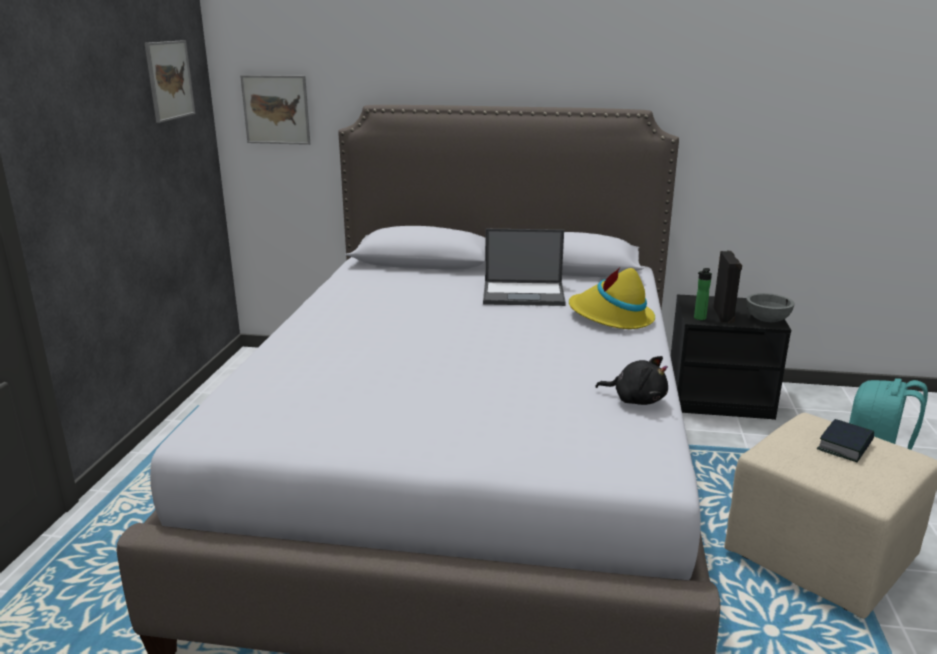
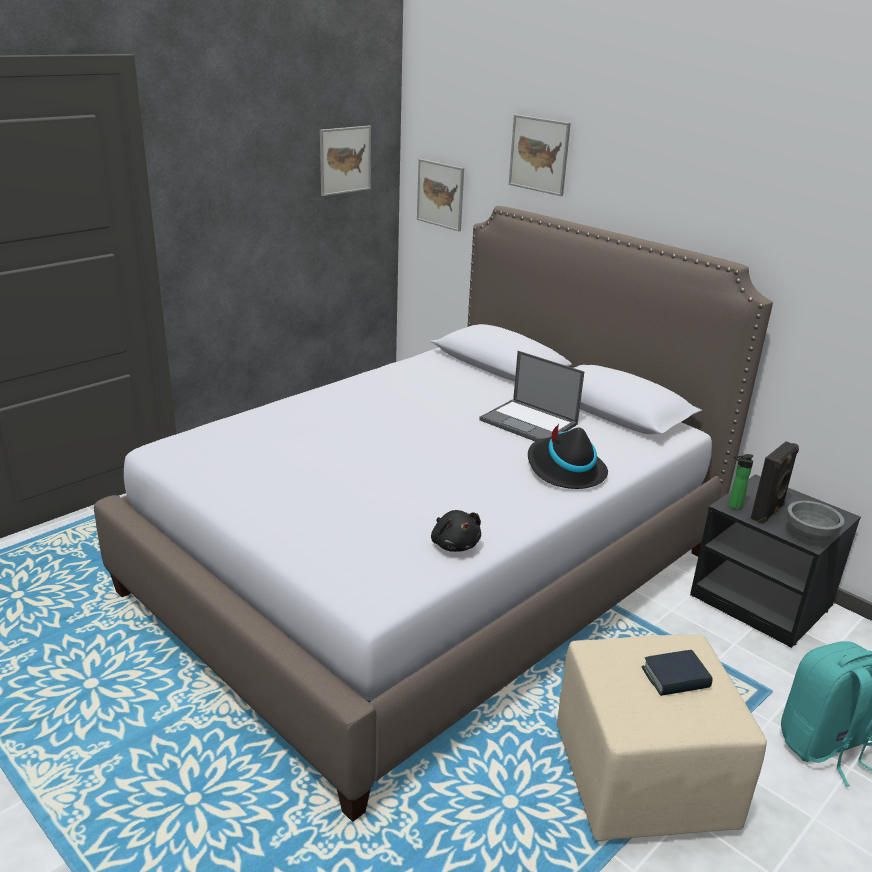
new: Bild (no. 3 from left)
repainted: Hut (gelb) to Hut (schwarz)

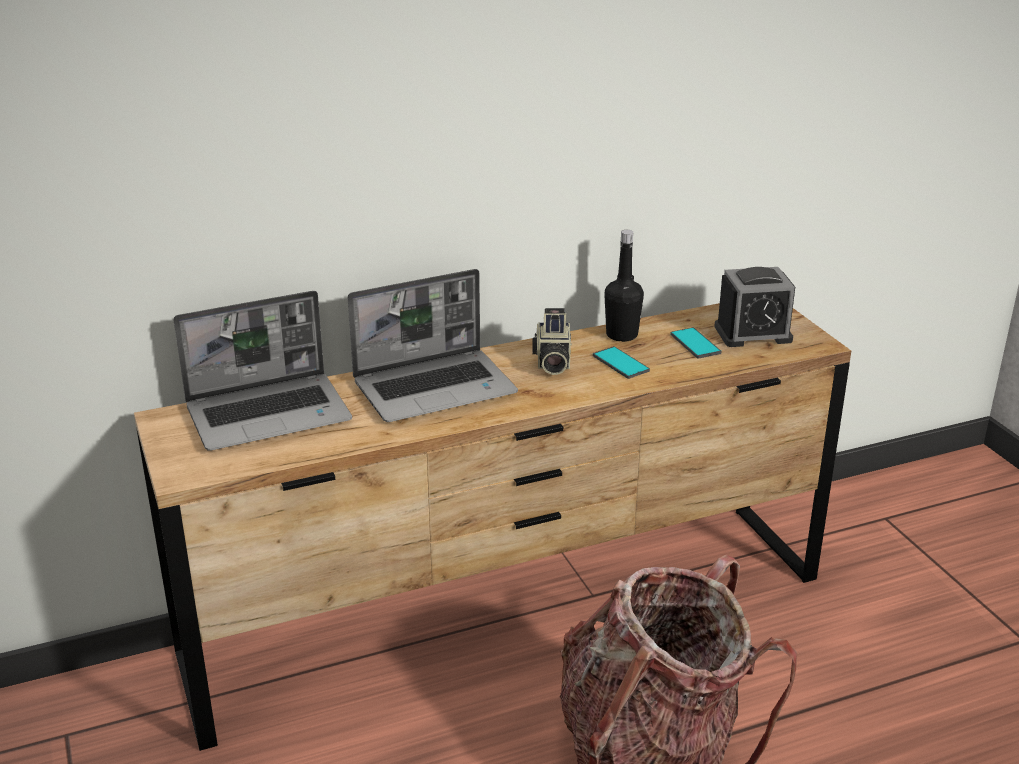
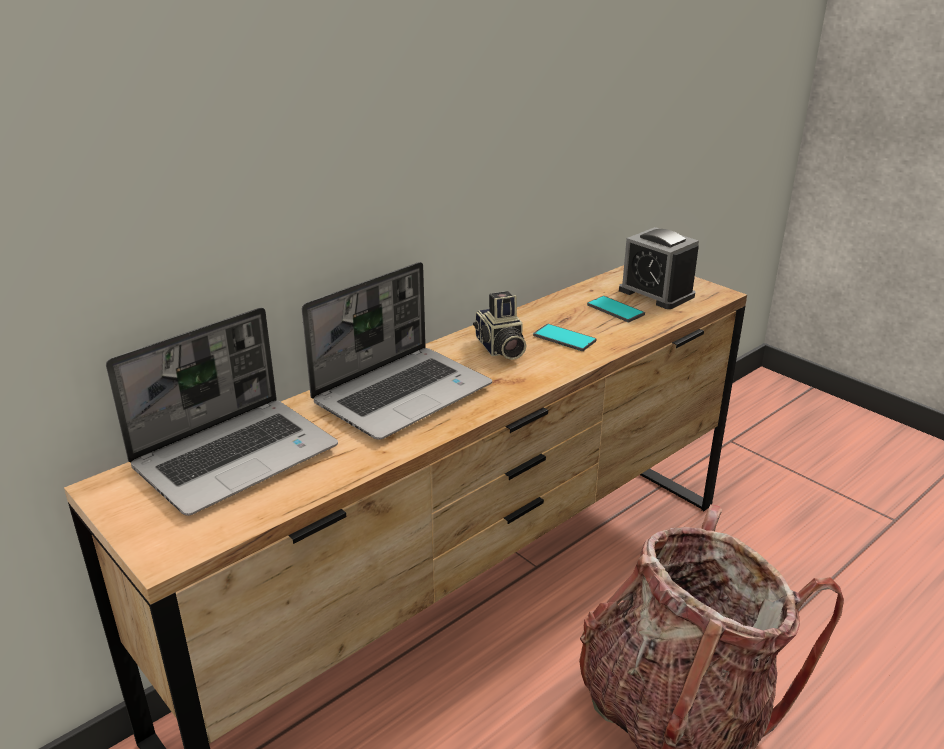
gone: Flasche (schwarz)
rotated: Wecker 75 degrees clockwise

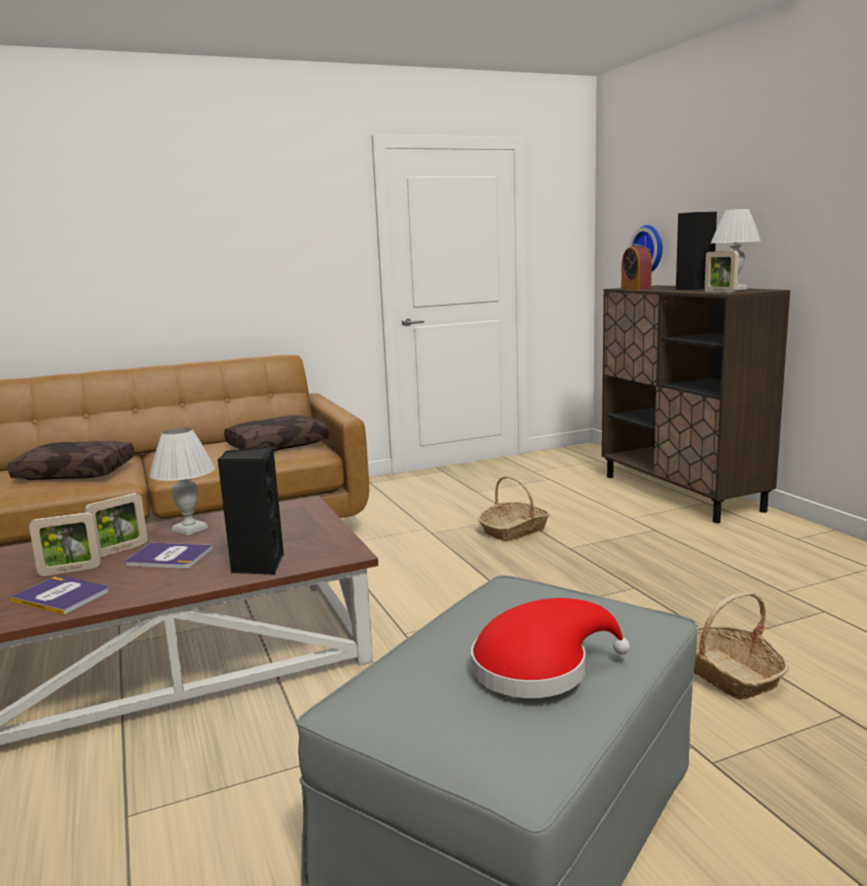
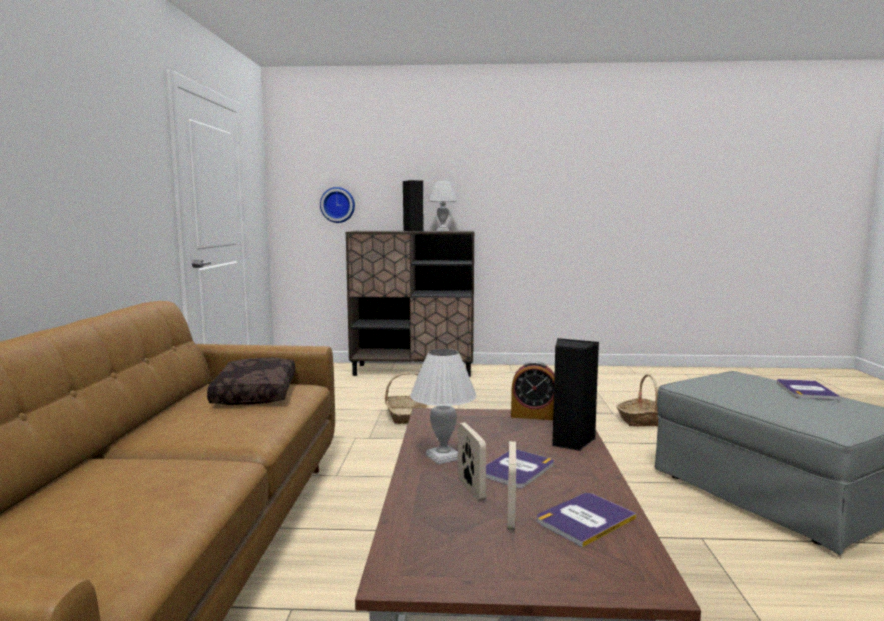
gone: Kissen (braun) (no. 1 from left); Bilderrahmen (no. 3 from left)
shifted: Wecker
swapped: Hut (rot) to Buch (no. 3 from left)

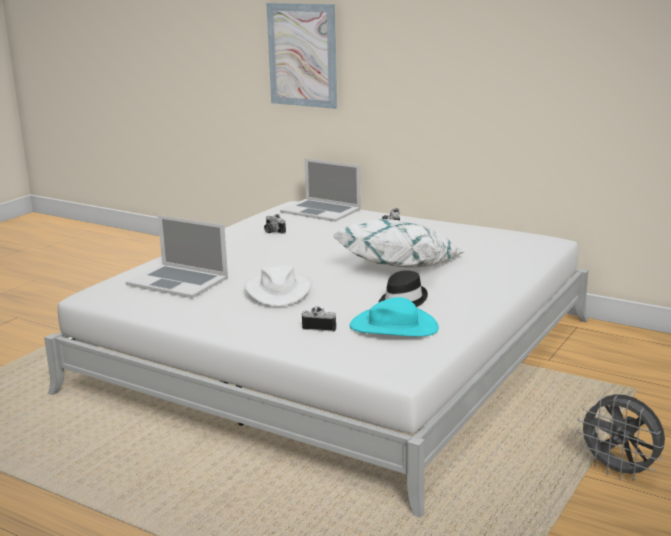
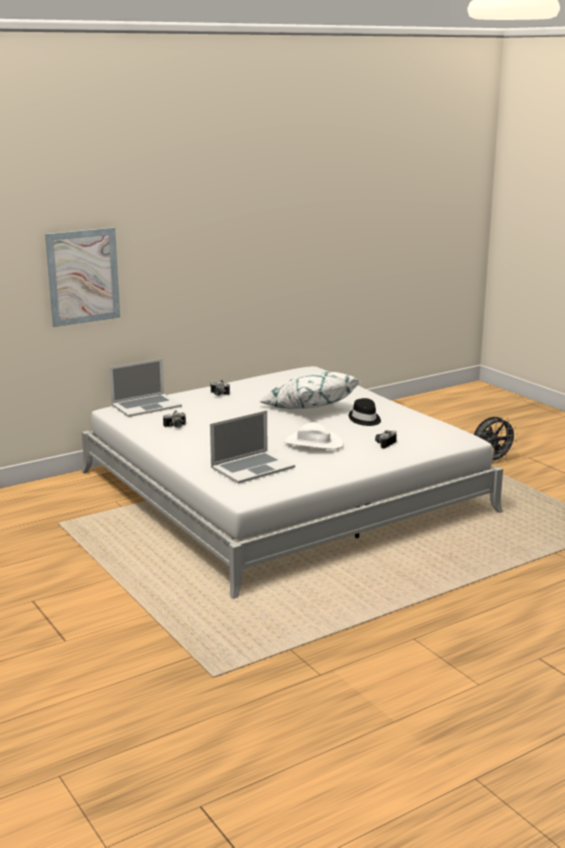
gone: Hut (türkis)

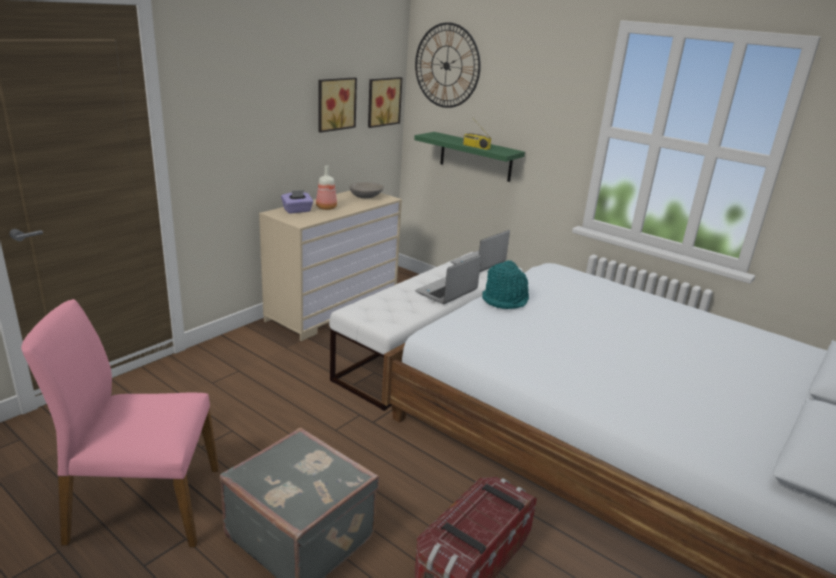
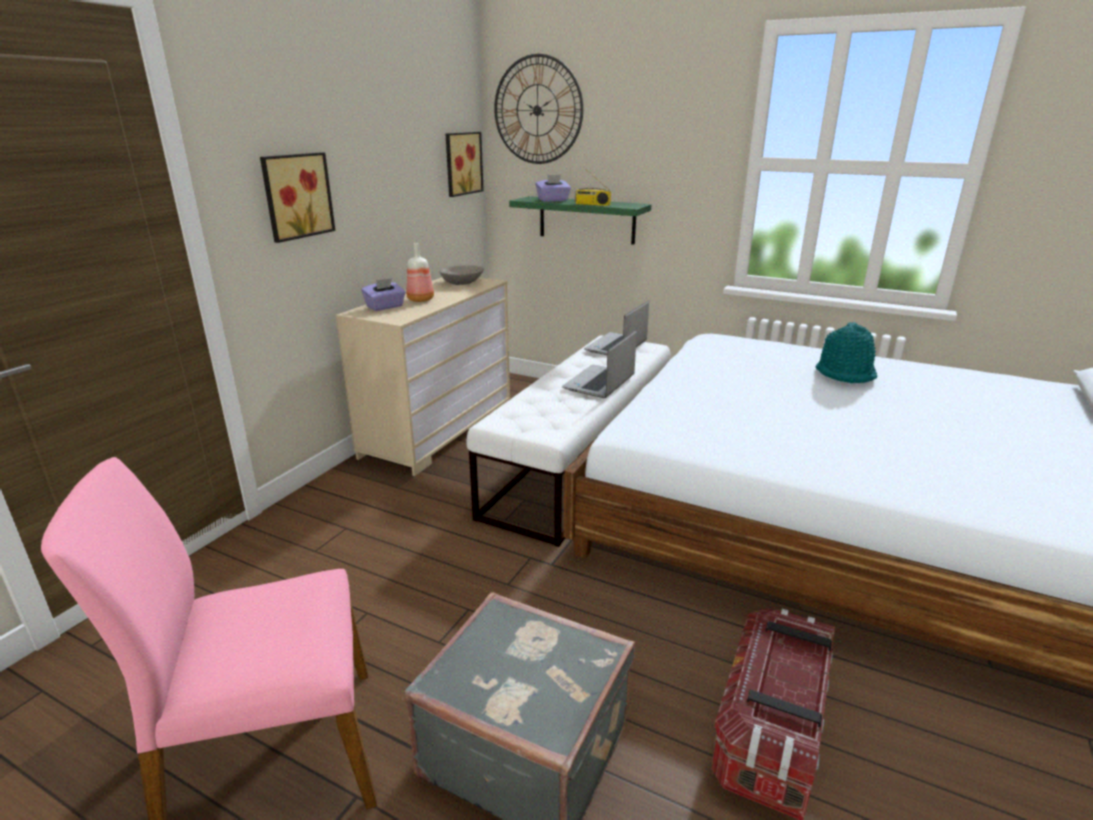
new: Taschentuchbox (lila) (no. 2 from left)
shifted: Bild (no. 1 from left); Hut (türkis)

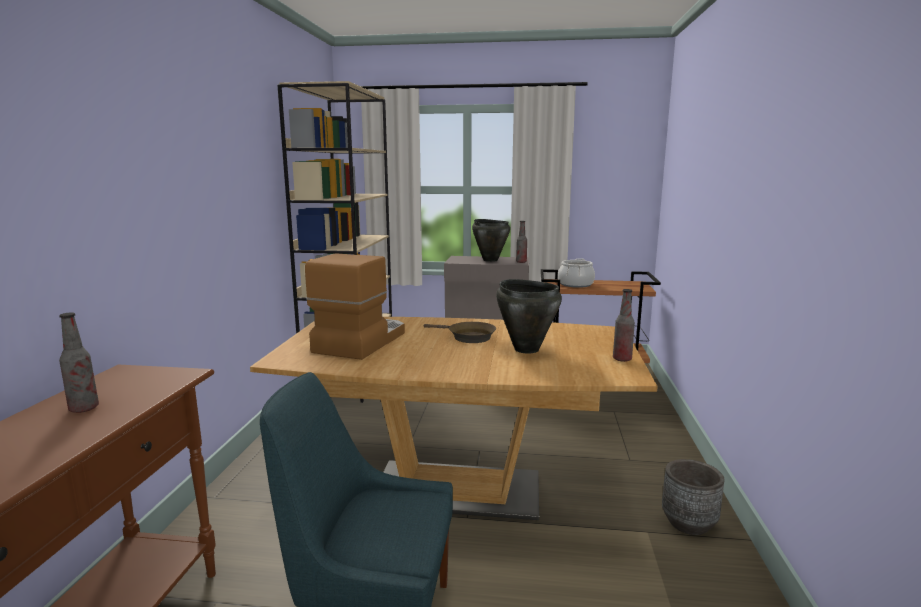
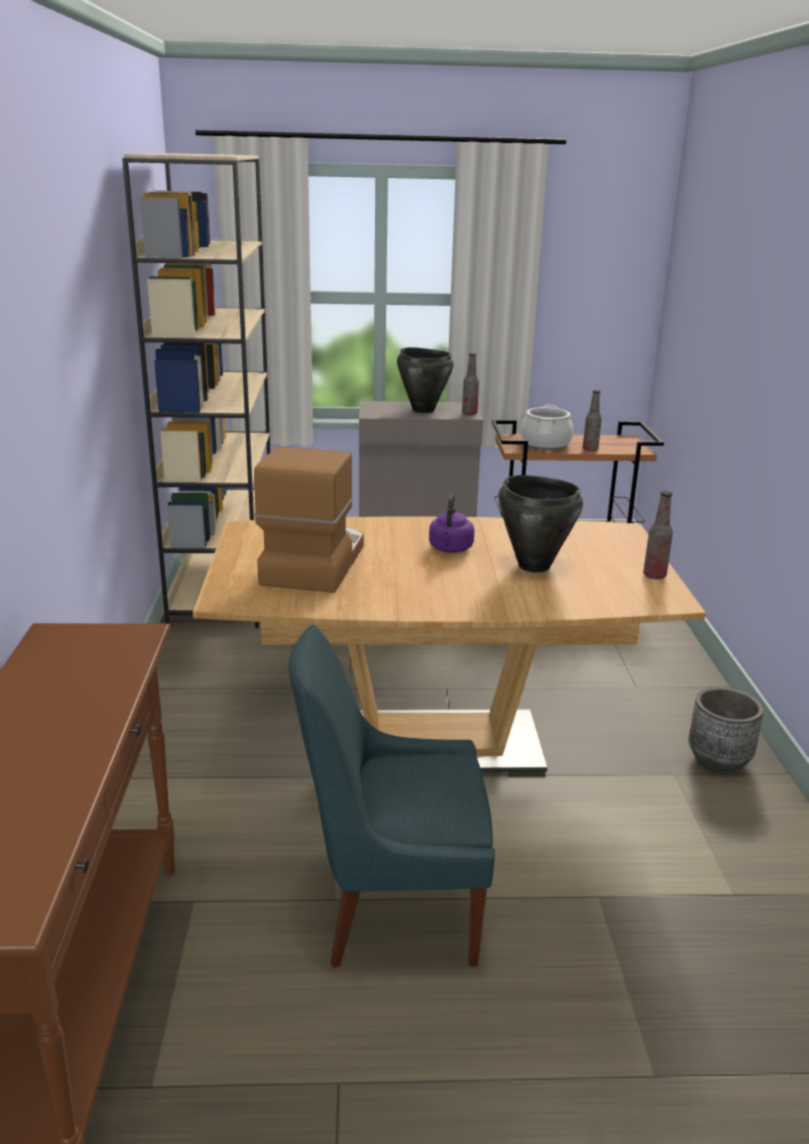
shifted: Flasche (no. 1 from left in the first image) to Flasche (no. 2 from left)
swapped: Pfanne (braun) to Wasserkessel (lila)

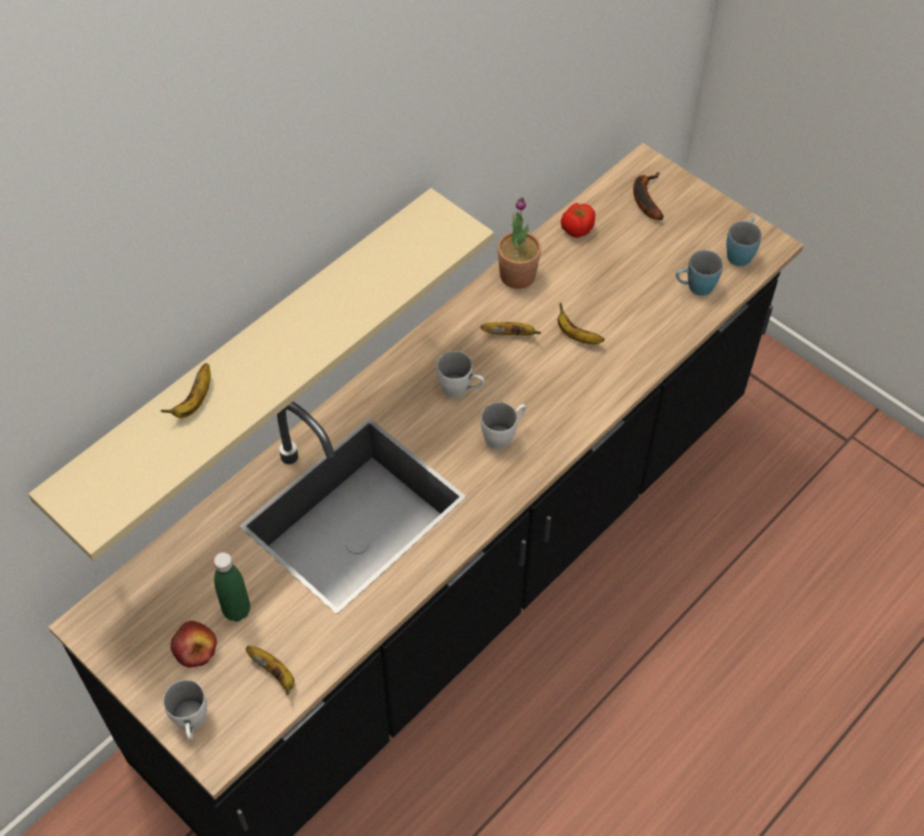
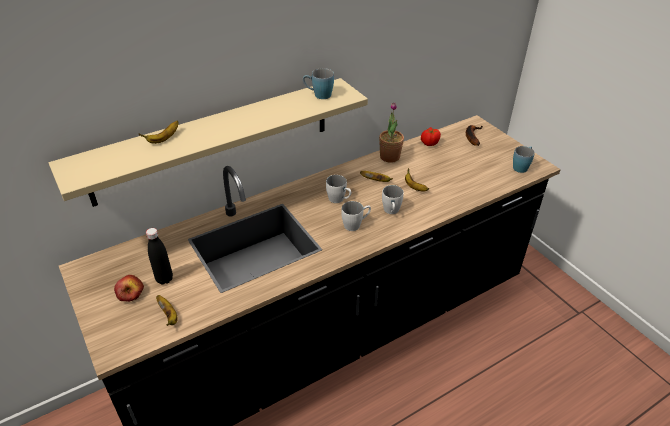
shifted: Henkelbecher (weiß) (no. 1 from left in the first image) to Henkelbecher (weiß) (no. 3 from left); Henkelbecher (blau) (no. 1 from left)
repainted: Flasche (grün) to Flasche (schwarz)

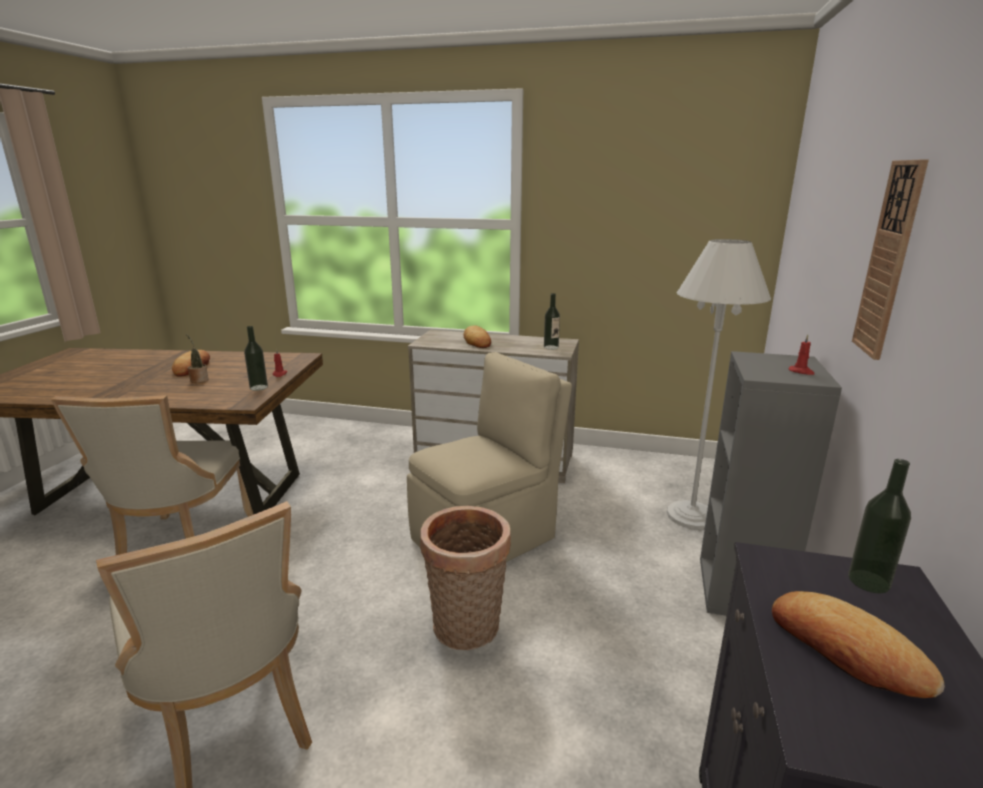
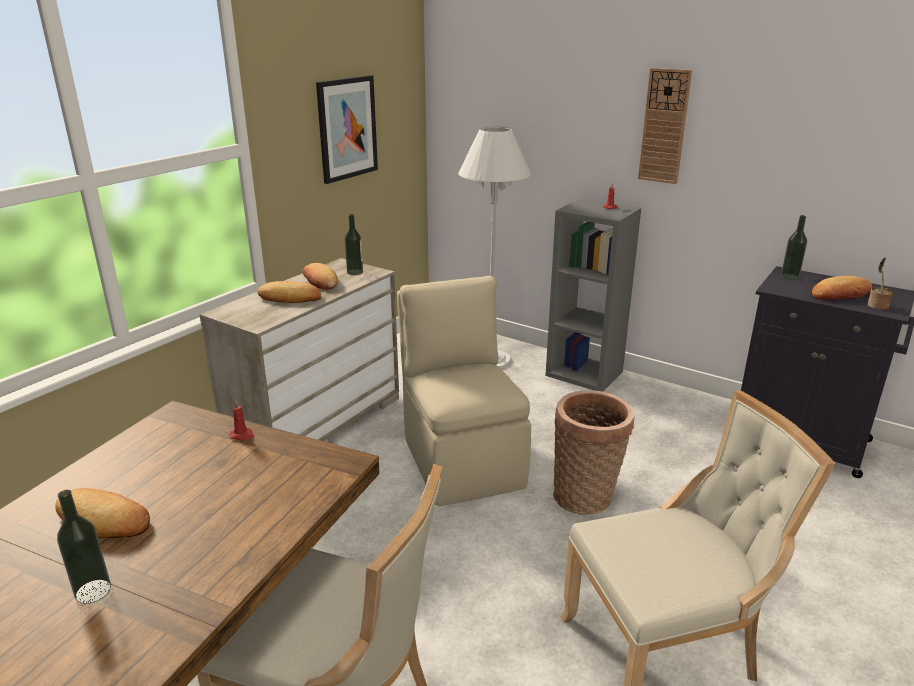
new: Brot (no. 3 from left); Bild
shifted: Topfpflanze; Flasche (no. 1 from left)

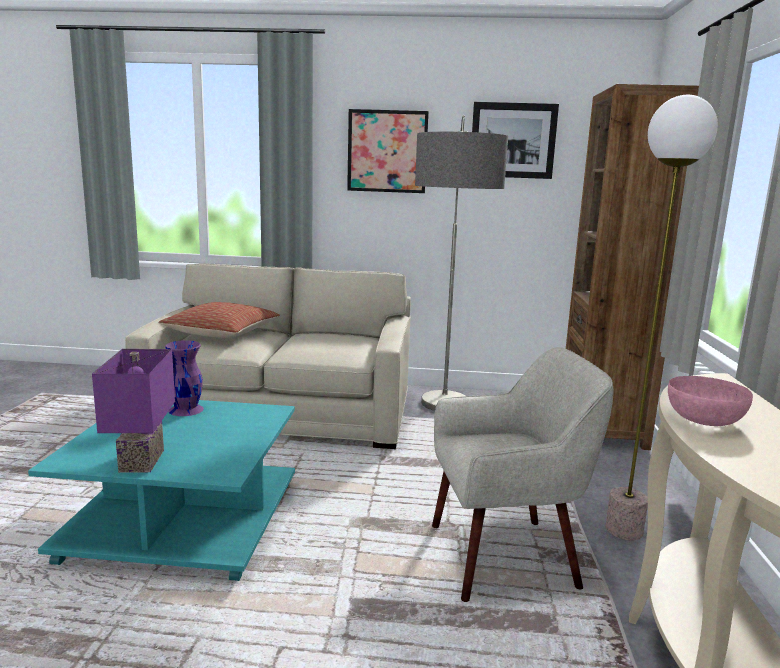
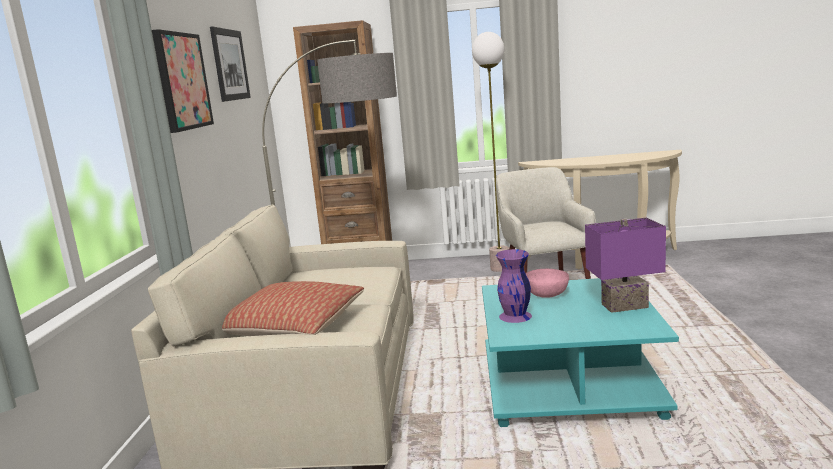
shifted: Schüssel (rosa)

